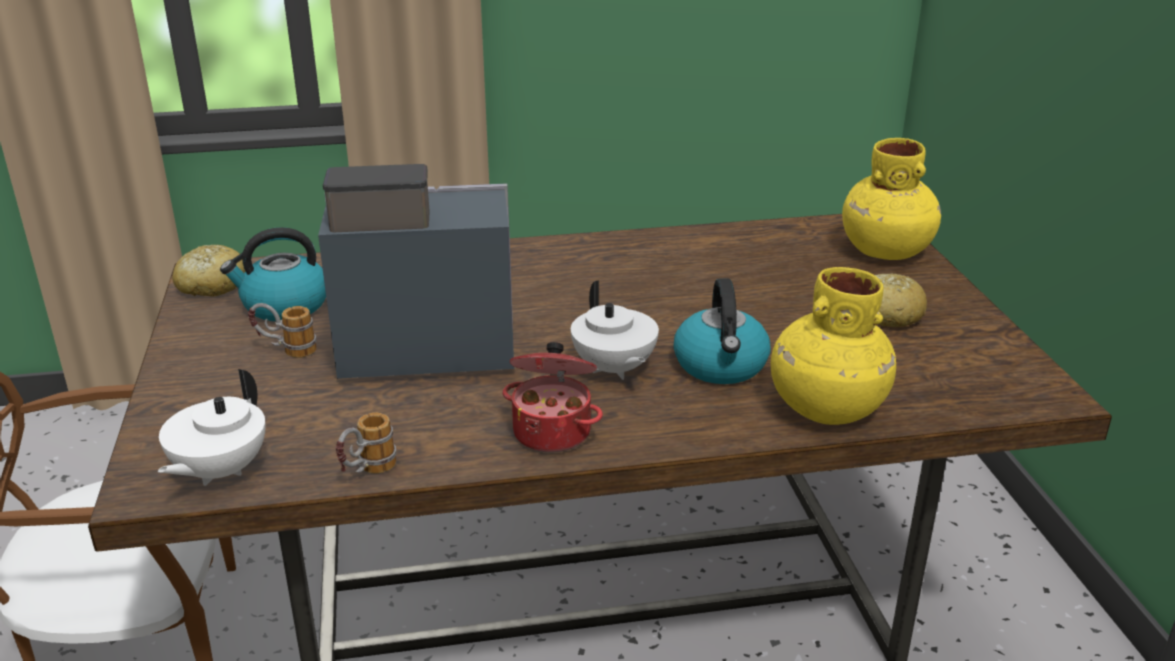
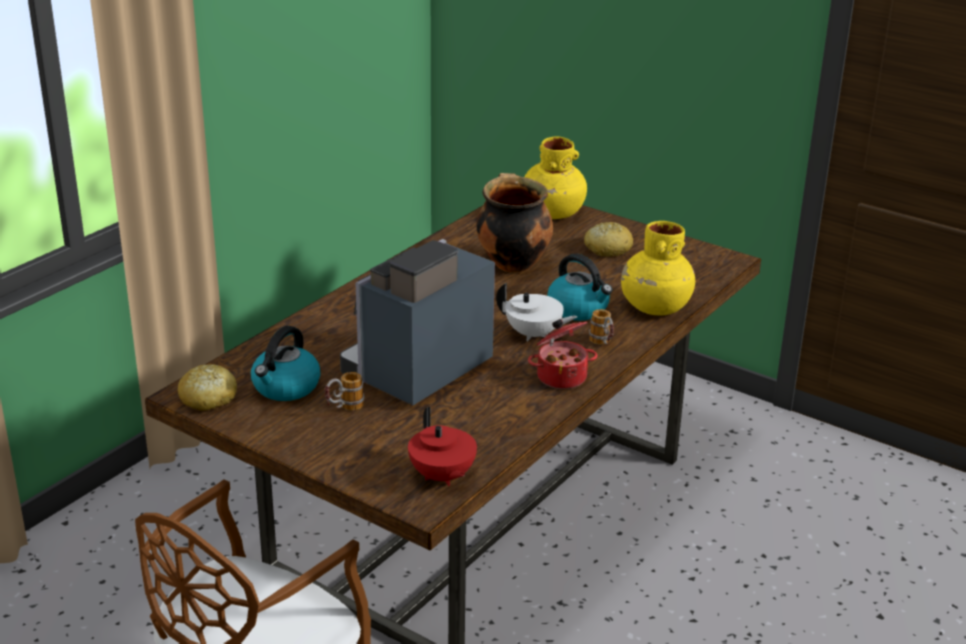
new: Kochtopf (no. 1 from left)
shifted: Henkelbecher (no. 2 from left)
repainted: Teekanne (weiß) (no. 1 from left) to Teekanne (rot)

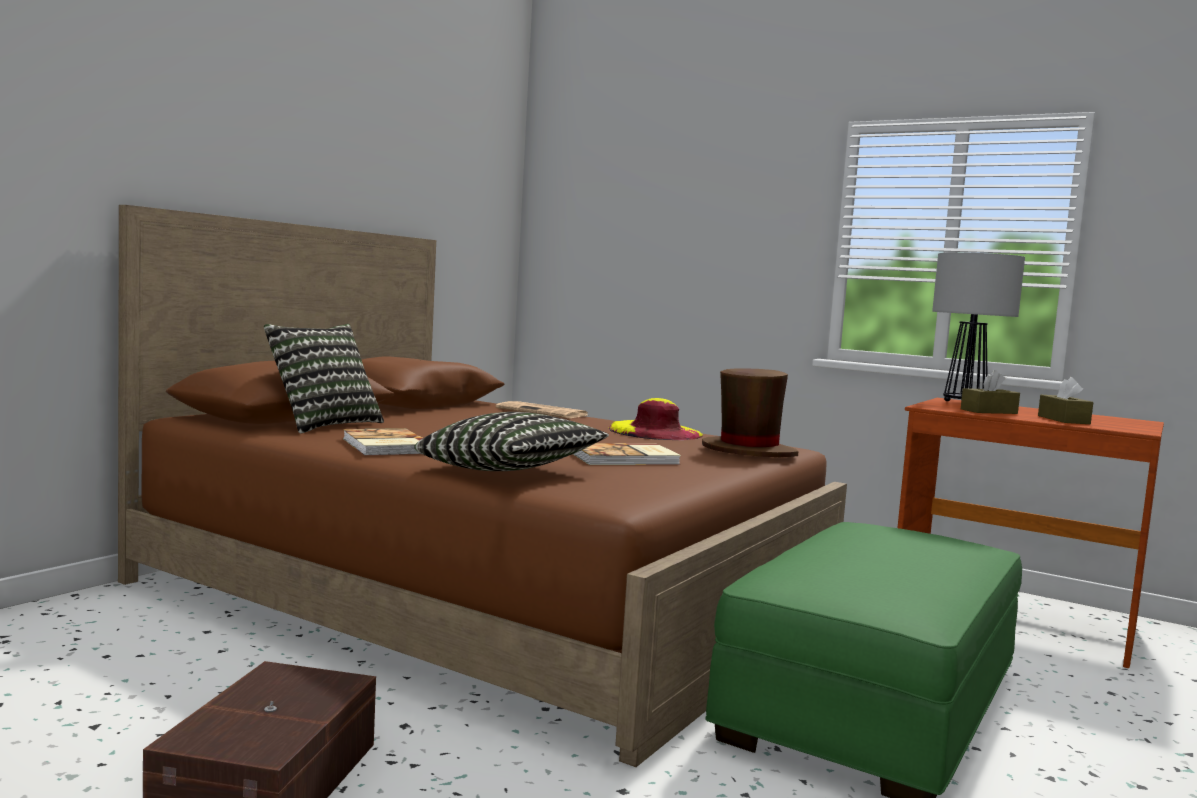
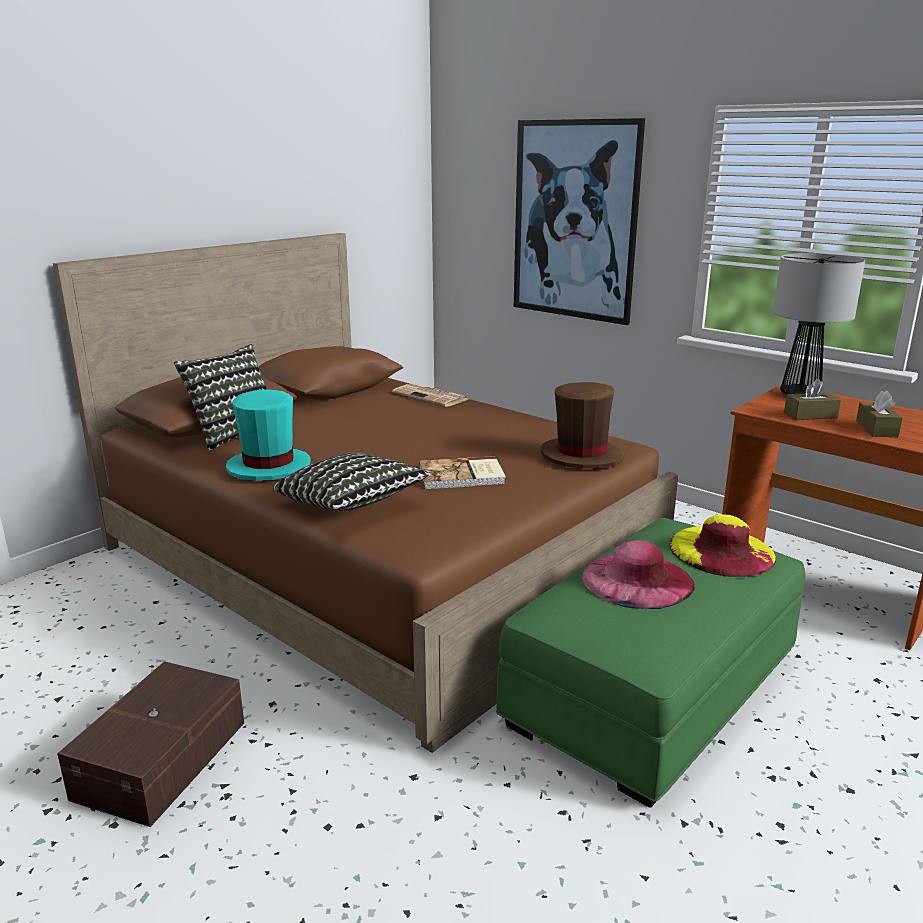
new: Bild; Hut (rosa)
shifted: Hut (gelb)
swapped: Buch (no. 1 from left) to Hut (türkis)

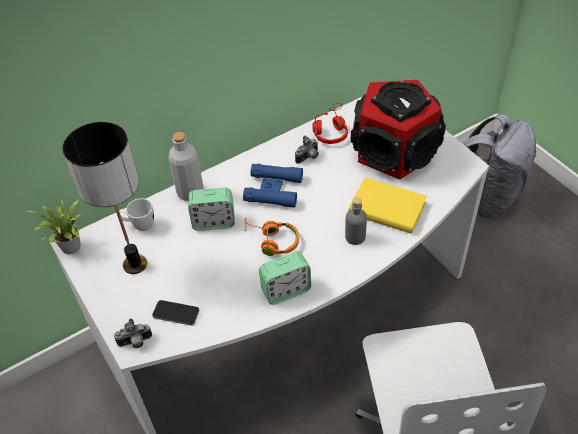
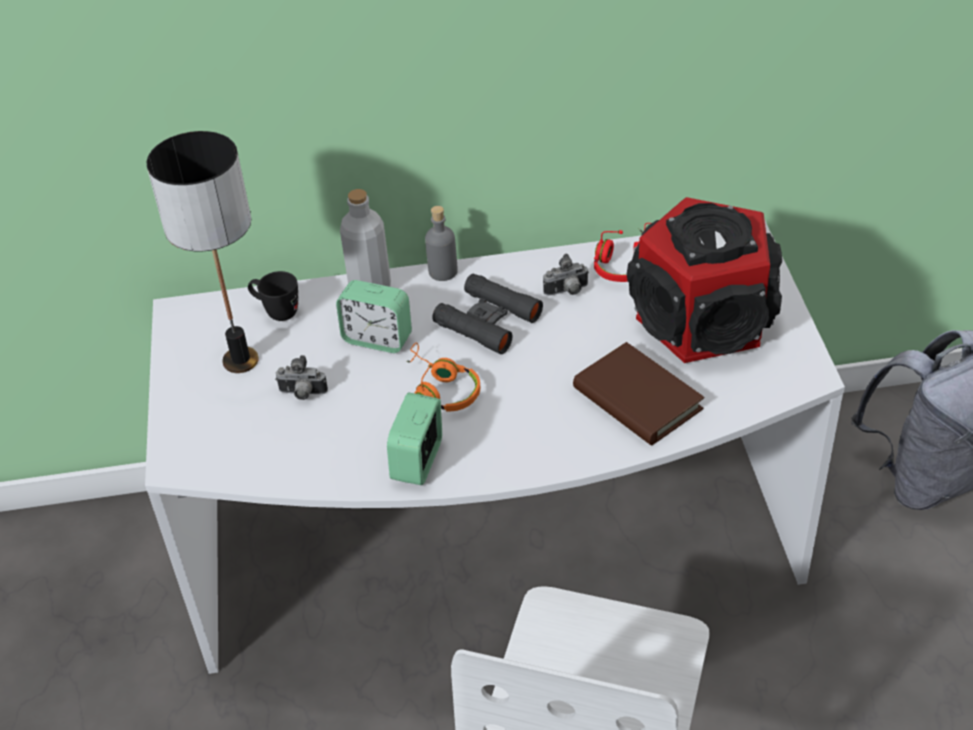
gone: Topfpflanze; Handy
shifted: Kamera (no. 1 from left); Flasche (grau) (no. 2 from left)
repainted: Henkelbecher (weiß) to Henkelbecher (schwarz); Fernglas (blau) to Fernglas (schwarz); Buch (gelb) to Buch (braun)
rotated: Wecker (no. 2 from left) 105 degrees clockwise

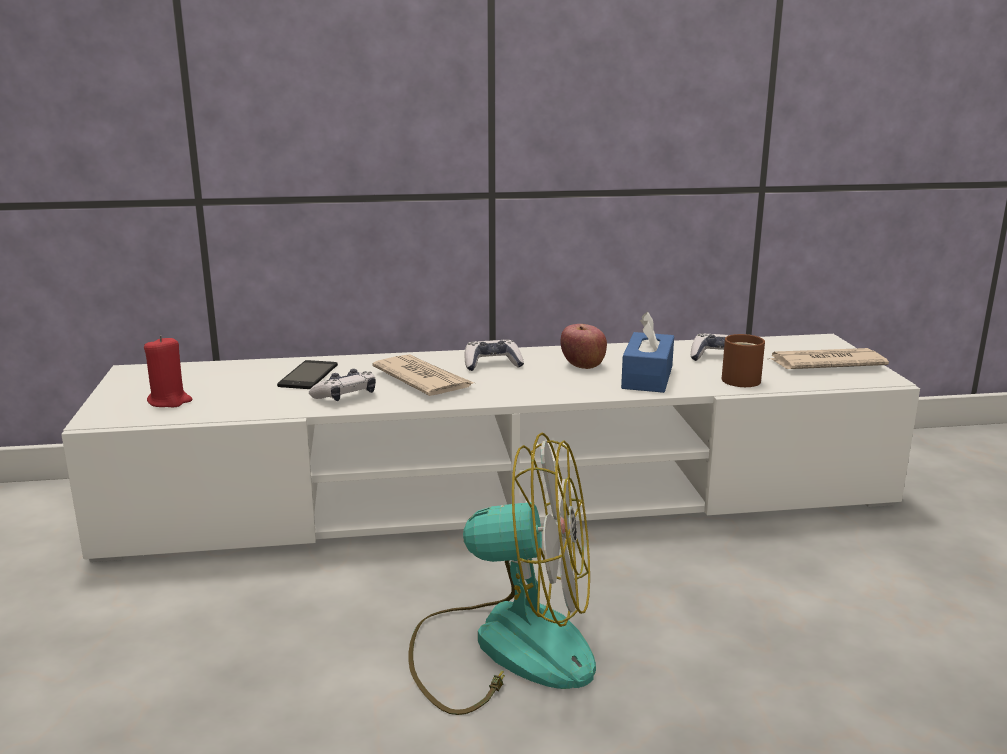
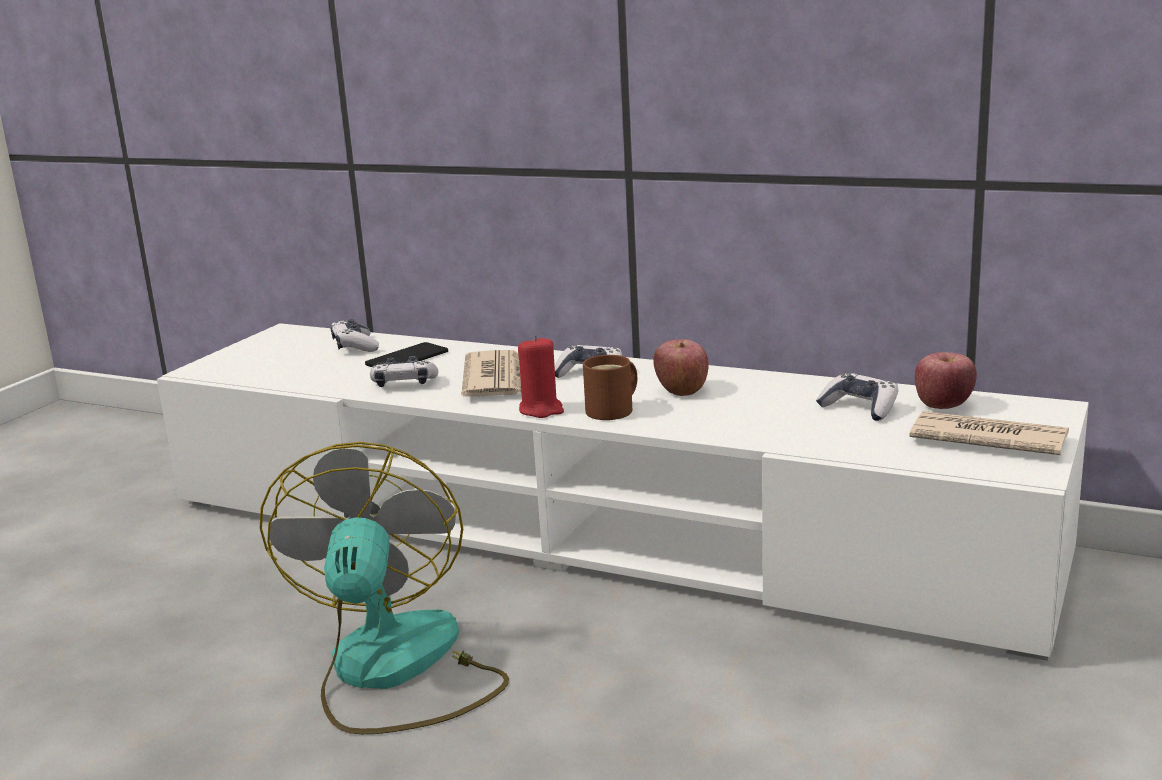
gone: Taschentuchbox (blau)
new: Gamepad (no. 1 from left); Apfel (no. 2 from left)
shifted: Kerze (rot); Henkelbecher (braun)
rotated: Ventilator 135 degrees counterclockwise

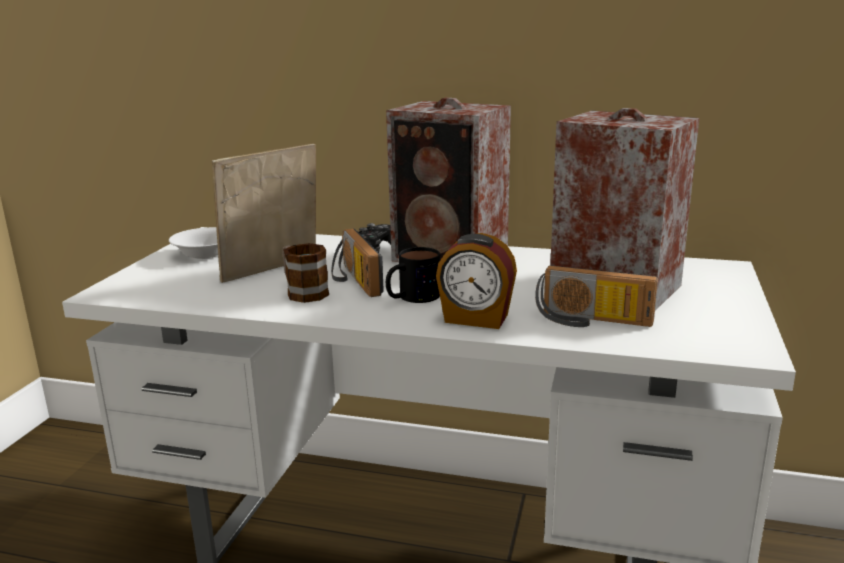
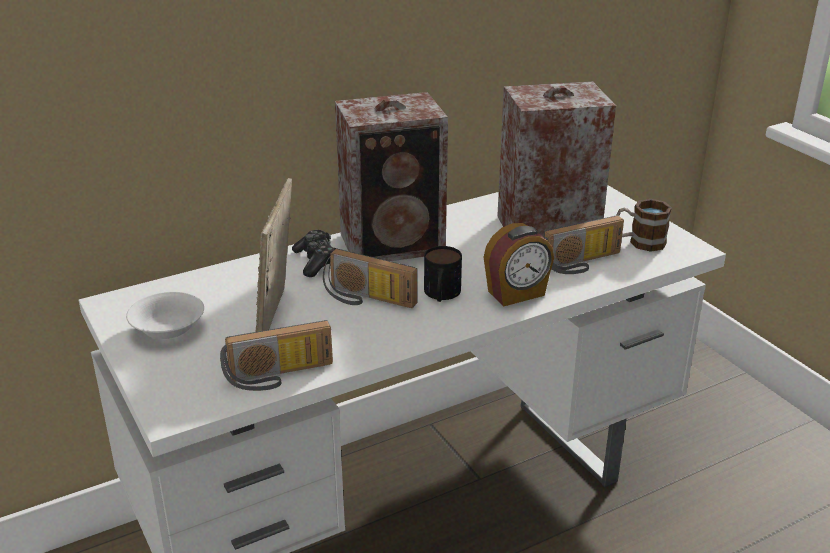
new: Radio (no. 1 from left)
shifted: Henkelbecher (no. 1 from left in the first image) to Henkelbecher (no. 2 from left)

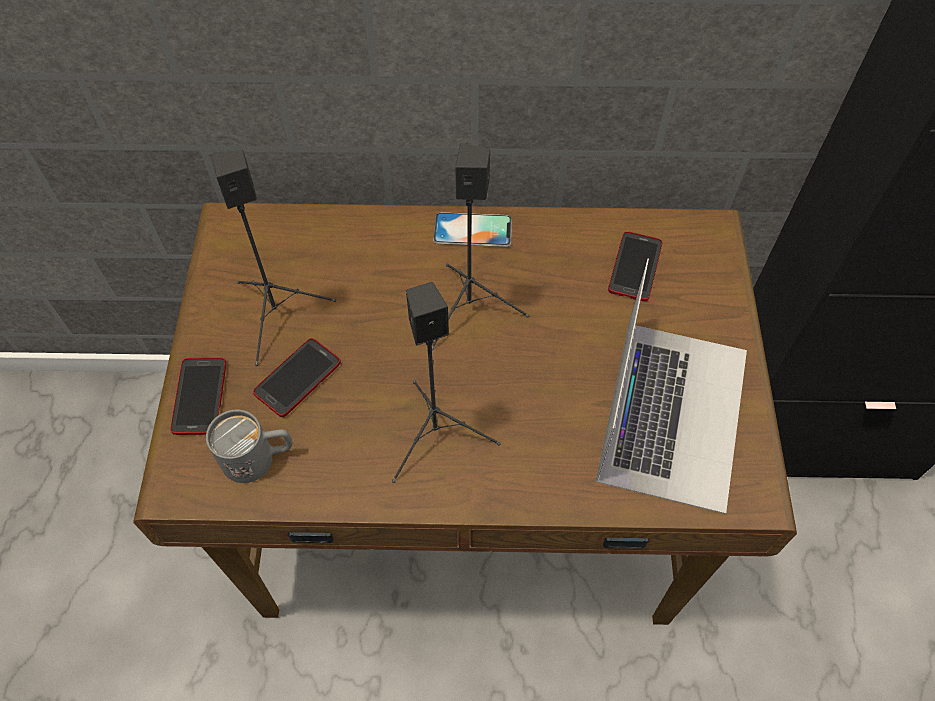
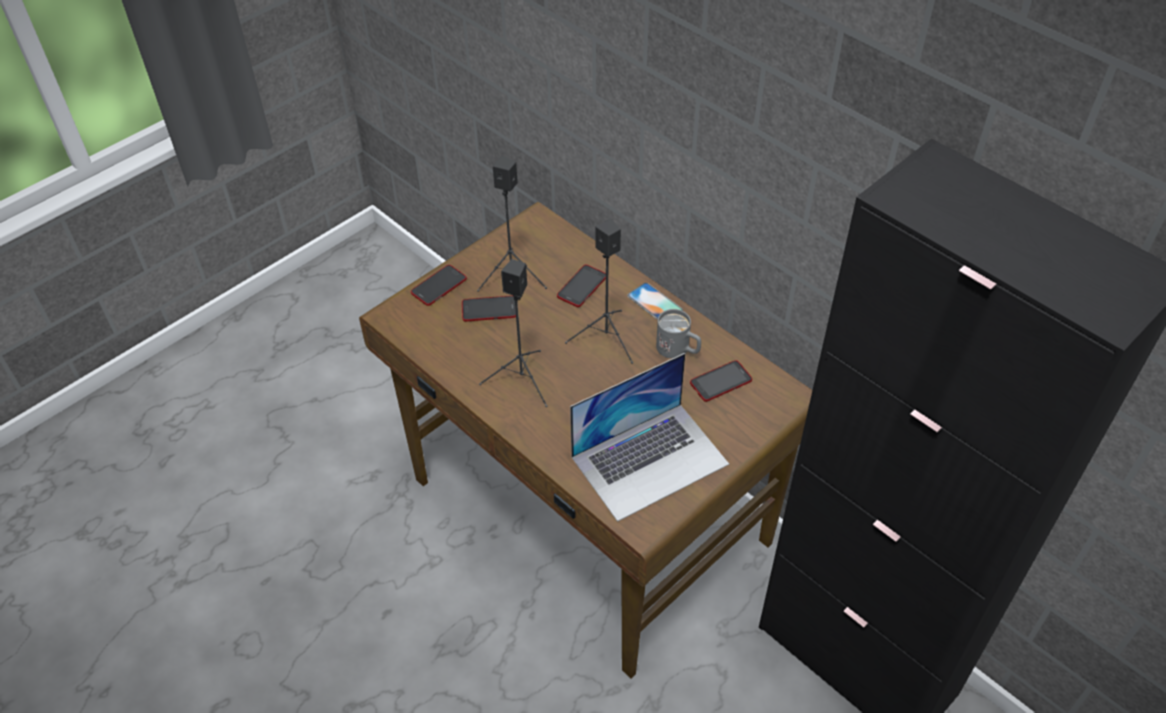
new: Handy (no. 3 from left)
shifted: Henkelbecher (grau)

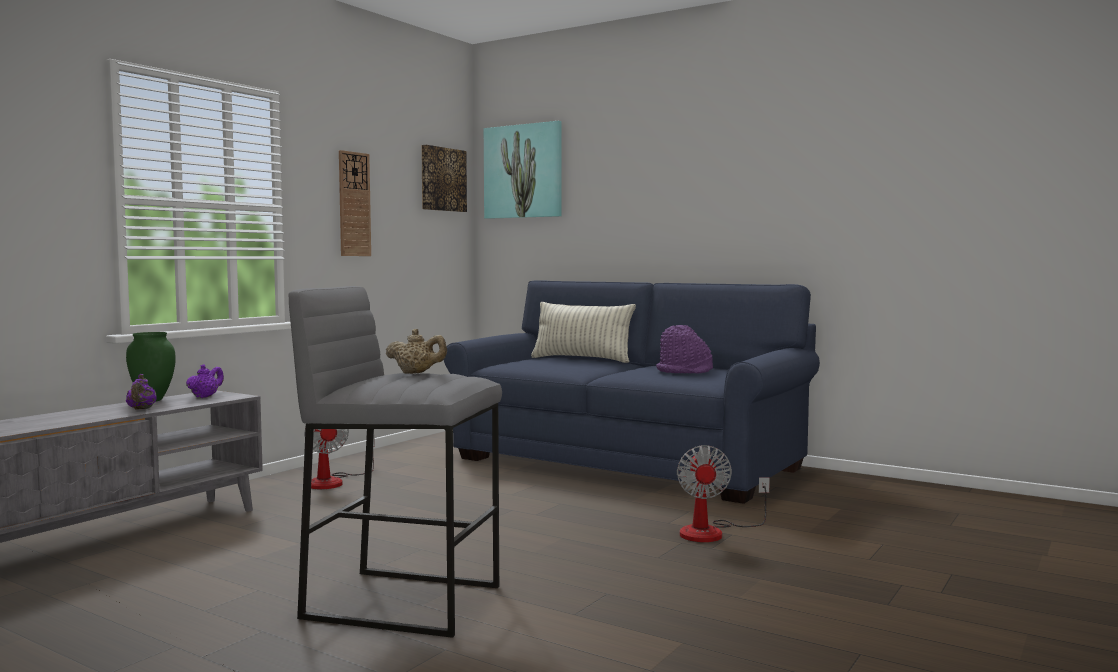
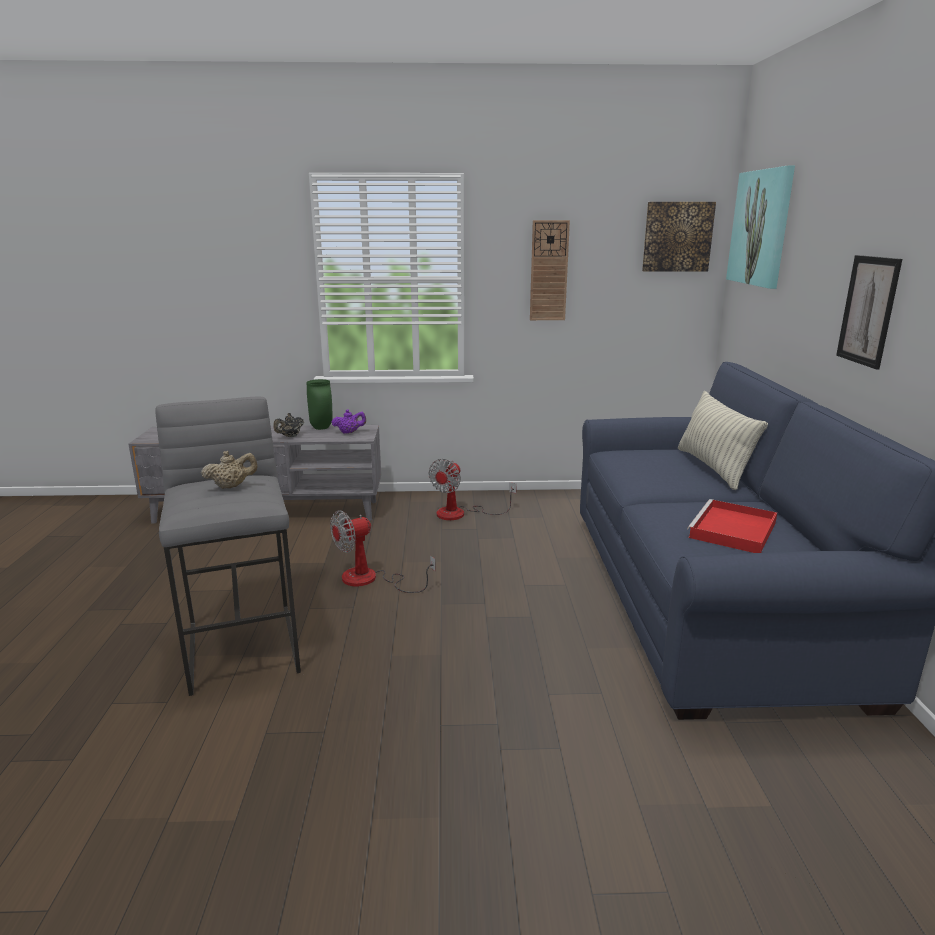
new: Bild (no. 3 from left)
shifted: Ventilator (no. 2 from left in the first image) to Ventilator (no. 1 from left)
swapped: Hut (lila) to Tablett (rot)
repainted: Teekanne (lila) (no. 1 from left) to Teekanne (schwarz)
rotated: Teekanne (beige) 90 degrees counterclockwise

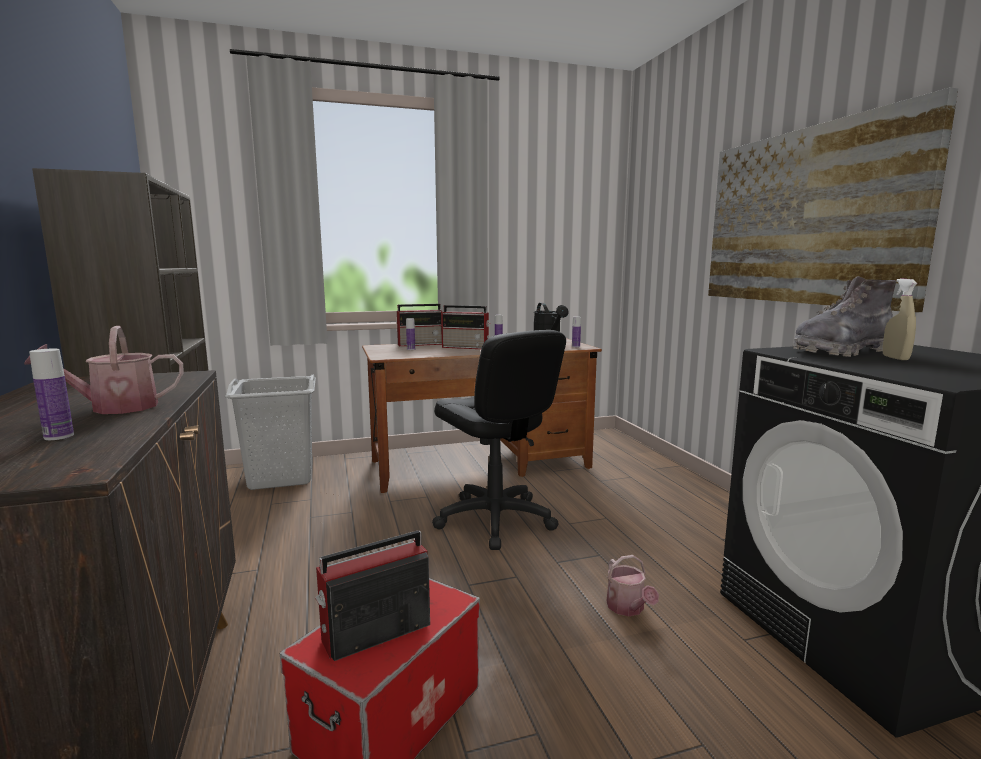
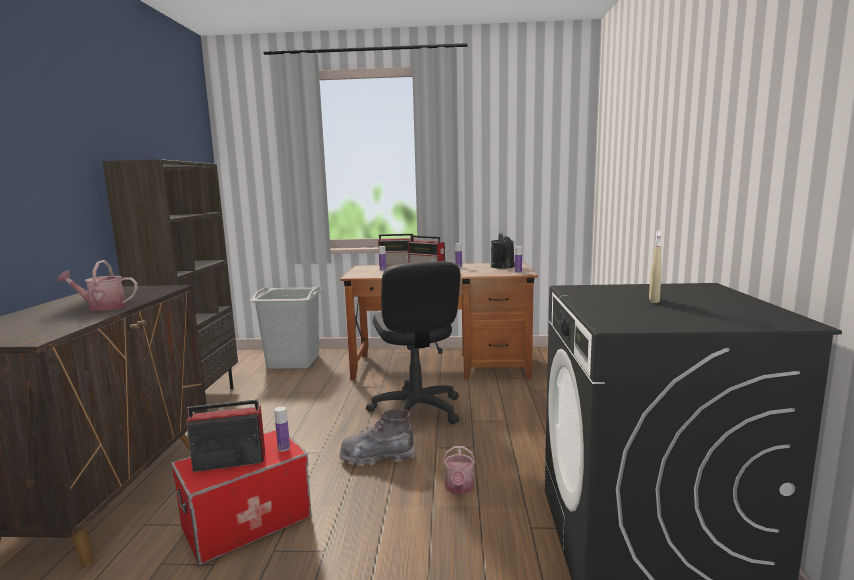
gone: Bild
shifted: Flasche (no. 1 from left); Stiefel (grau)

